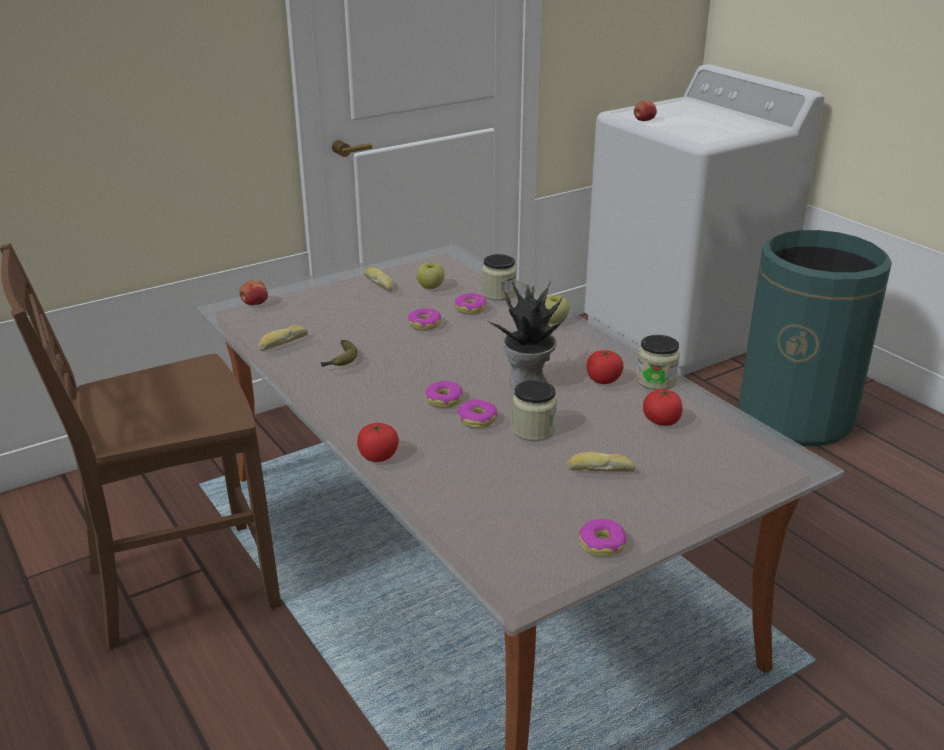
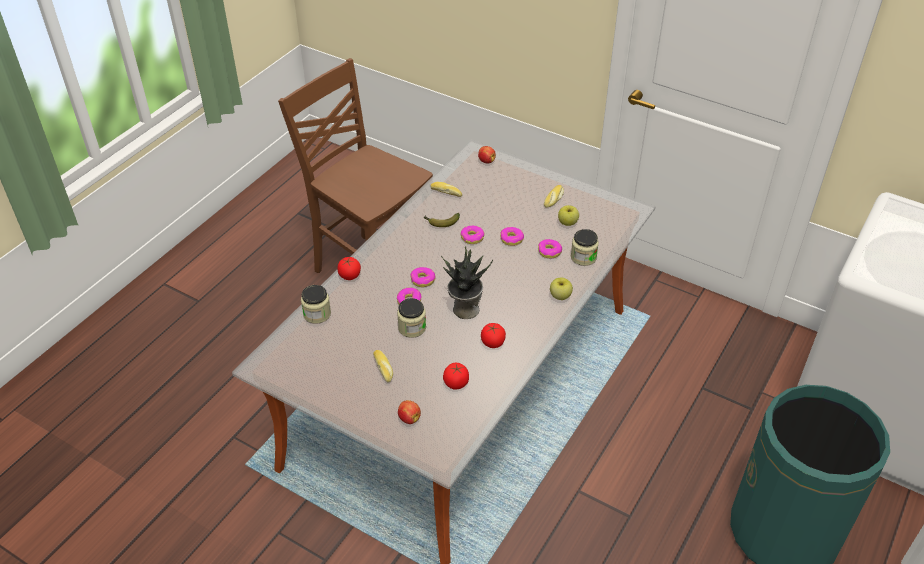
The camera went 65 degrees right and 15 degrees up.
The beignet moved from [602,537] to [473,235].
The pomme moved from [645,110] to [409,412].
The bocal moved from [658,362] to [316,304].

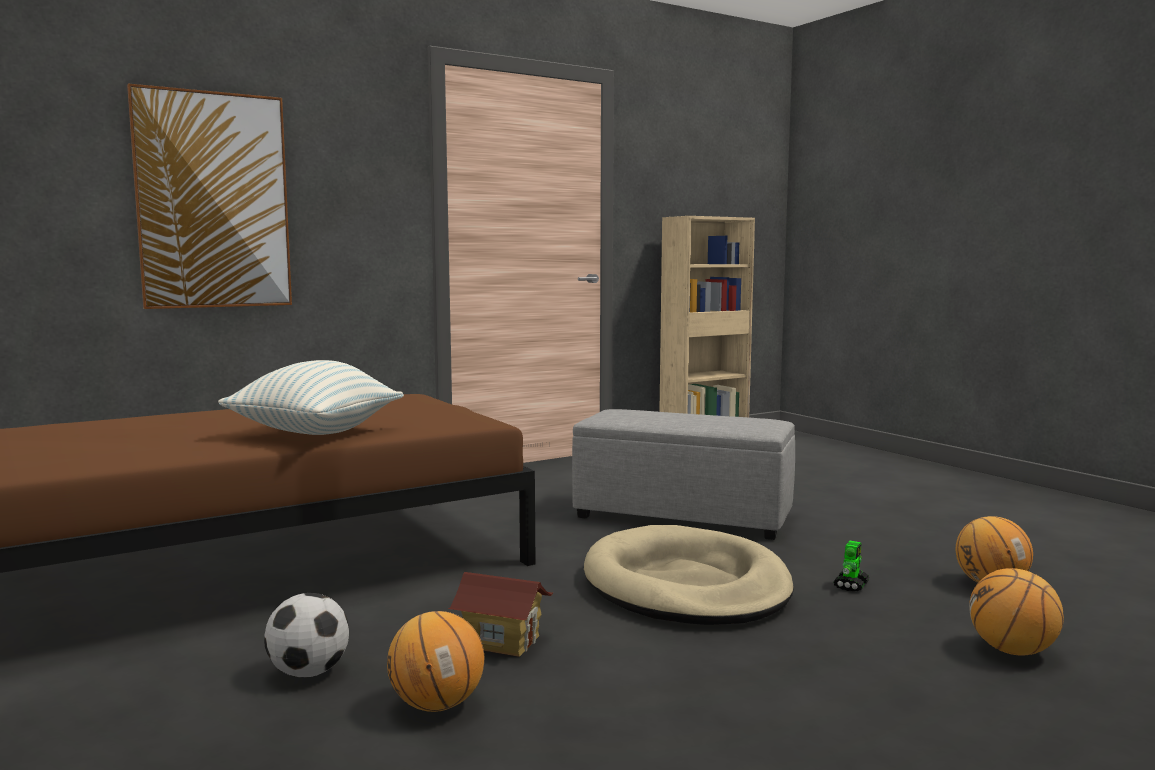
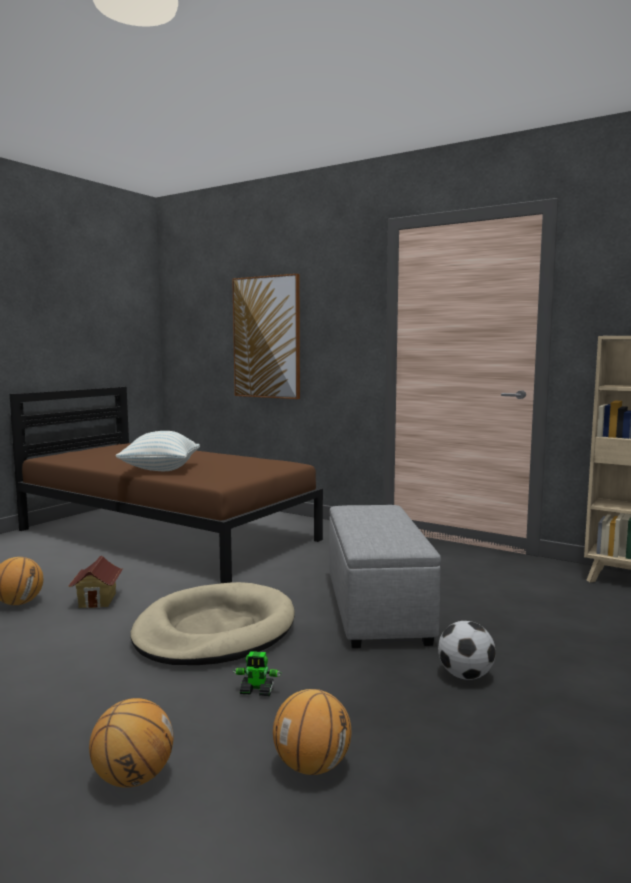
The camera went 65 degrees right and 0 degrees up.
The ballon de foot moved from [306,635] to [466,650].

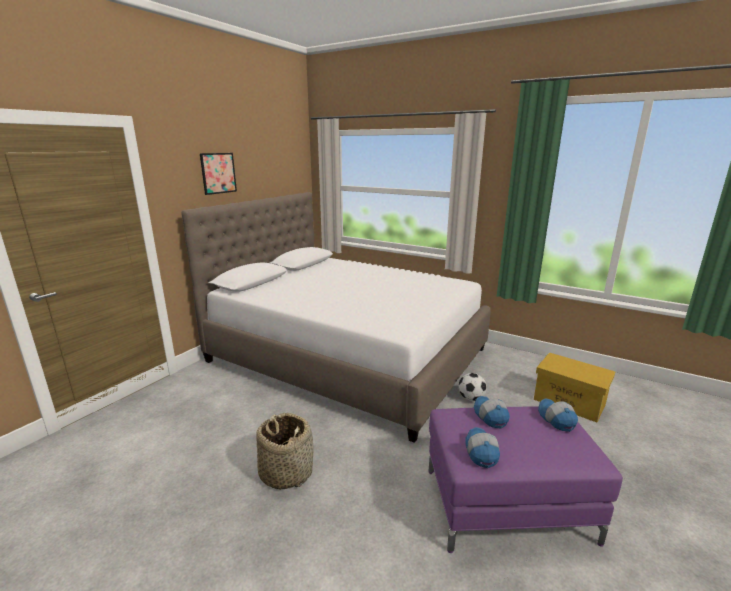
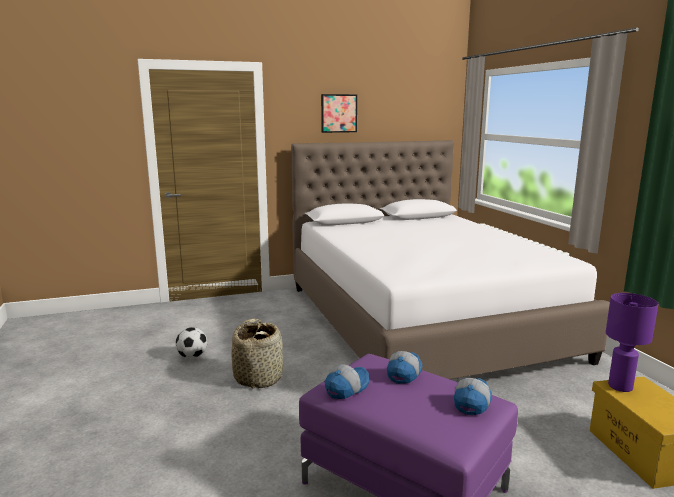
The camera went 40 degrees right and 5 degrees down.
The lampe de table [violet] at [632,342] appeared.
The ballon de foot moved from [473,387] to [191,342].

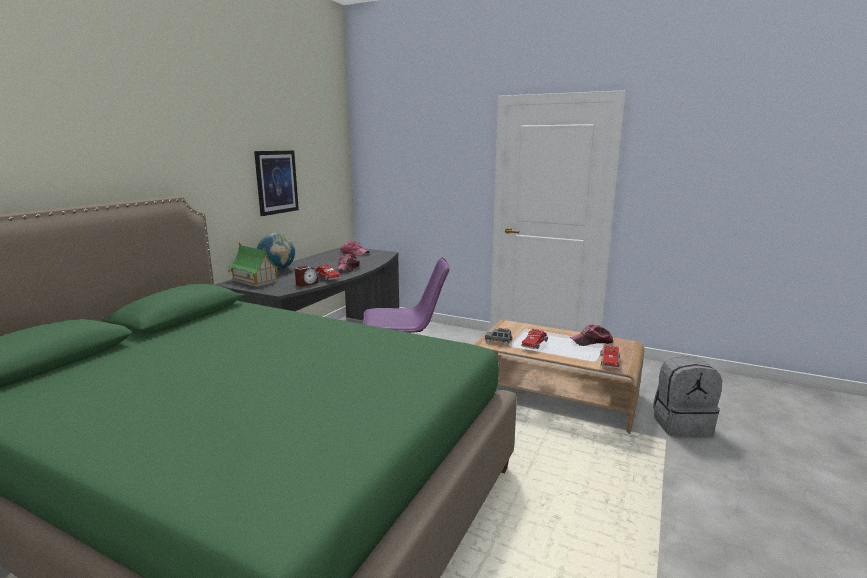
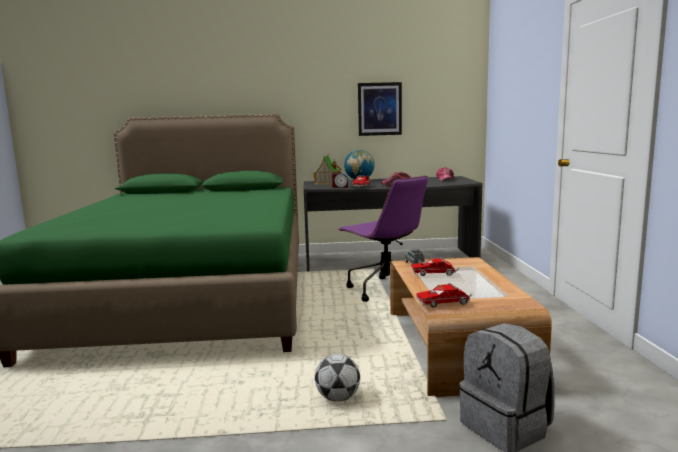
The camera went 60 degrees right and 5 degrees down.
The casquette at [591,335] disappeared.
The ballon de foot at [337,378] appeared.

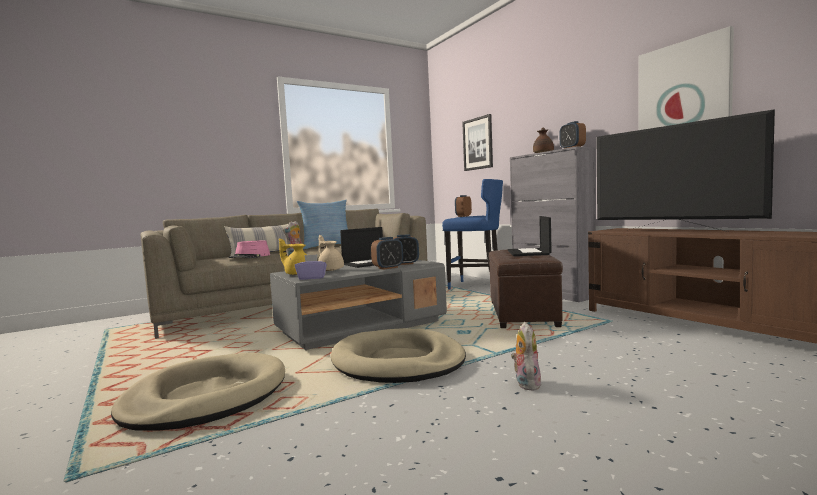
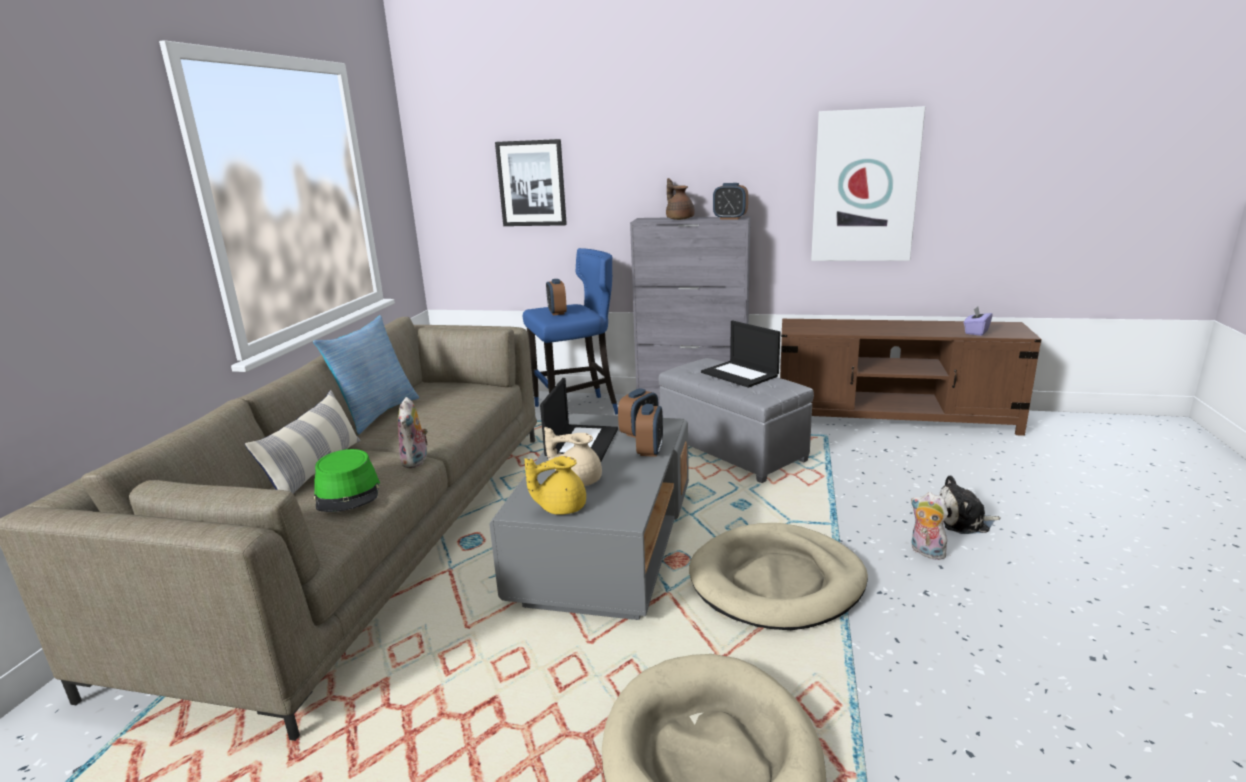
The camera went 45 degrees left and 15 degrees up.
The téléviseur at [686,170] disappeared.
The peluche at [970,504] appeared.
The boîte à mouchoirs [violet] moved from [311,267] to [978,321].
The chapeau [rose] at [249,249] became the chapeau [vert] at [347,480].
The pouf [marron] at [526,289] became the pouf [gris] at [736,420].

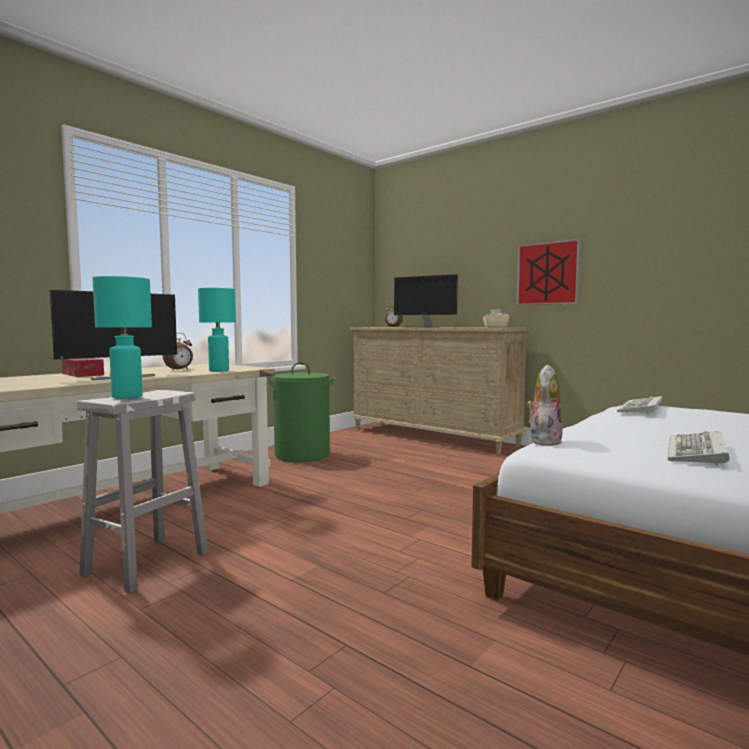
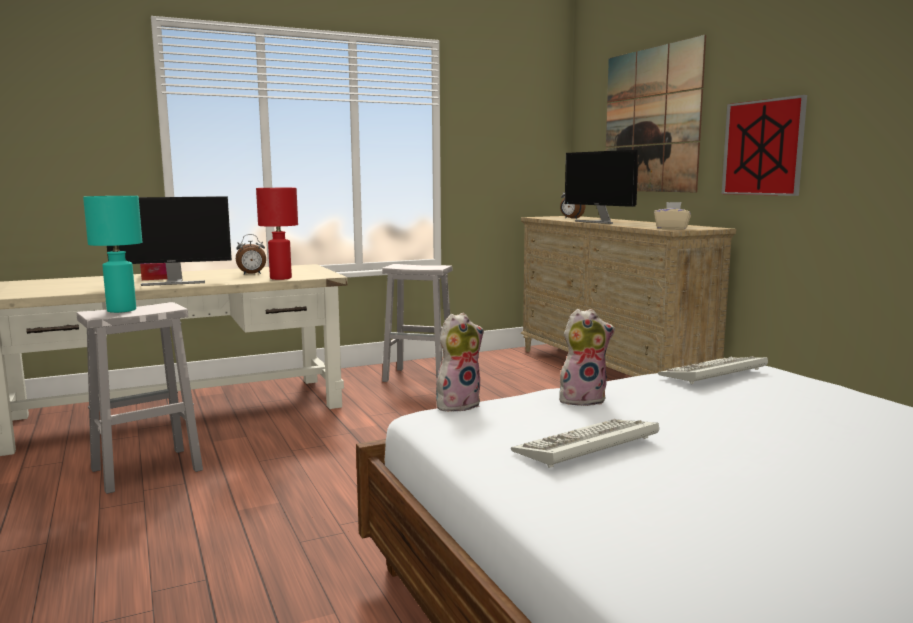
The camera went 25 degrees right and 5 degrees up.
The peluche at [587,358] appeared.
The tableau at [656,113] appeared.
The panier à linge [vert] at [301,412] was replaced by the tabouret [blanc] at [417,323].
The lampe de table [turquoise] at [217,330] became the lampe de table [rouge] at [277,234].

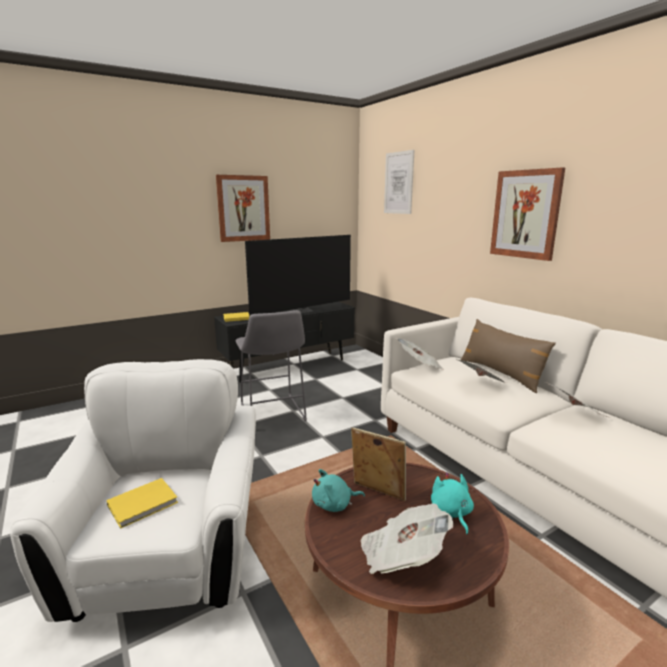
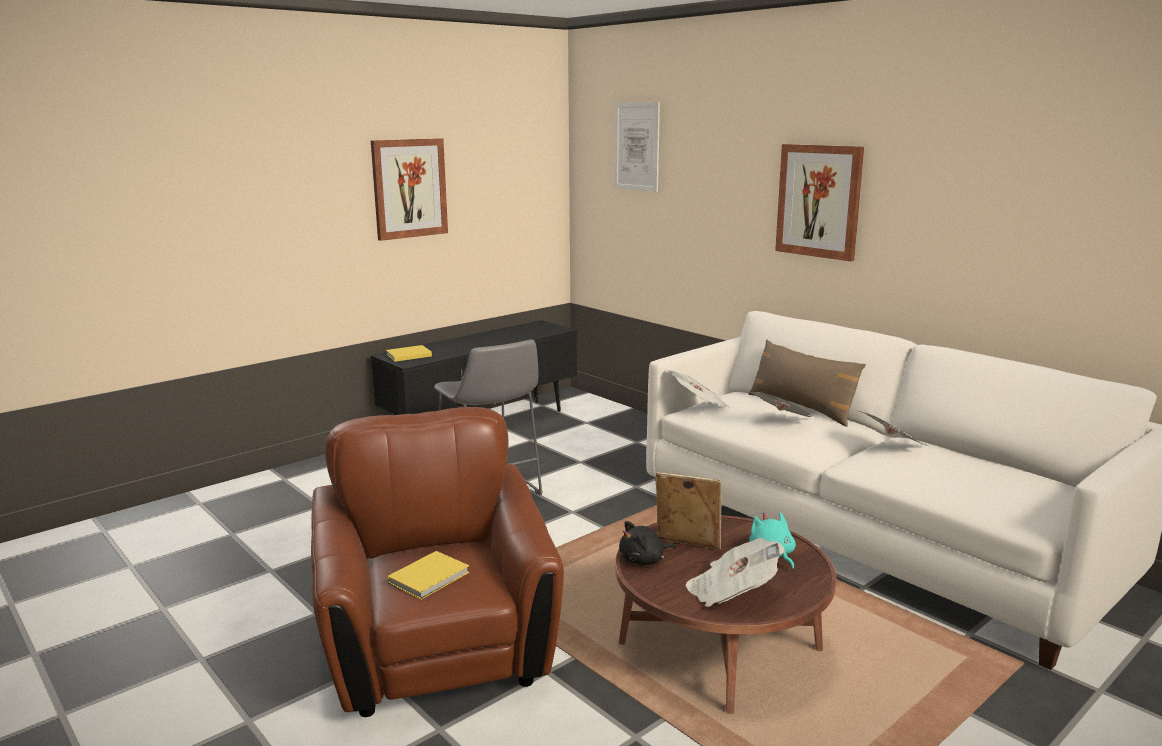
The camera went 10 degrees left and 0 degrees up.
The téléviseur at [298,276] disappeared.
The fauteuil [blanc] at [133,490] became the fauteuil [marron] at [437,562].
The peluche [turquoise] at [338,490] became the peluche [noir] at [647,543].

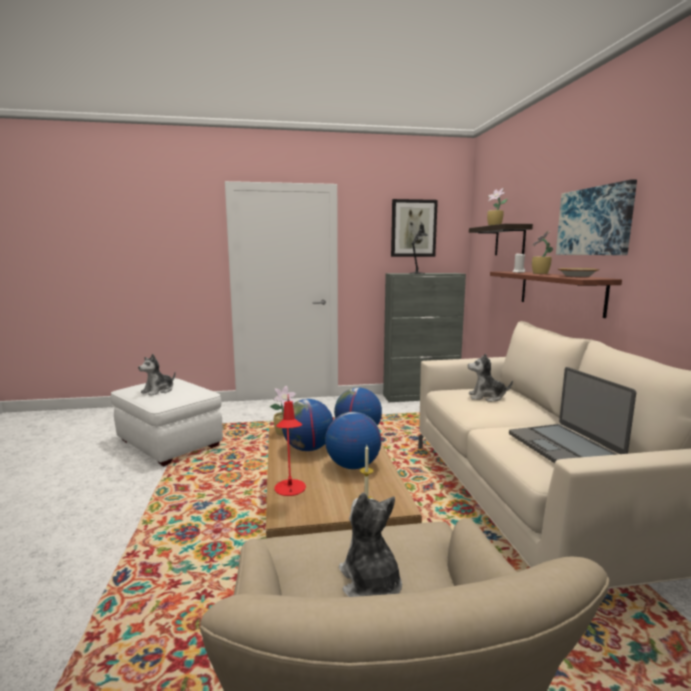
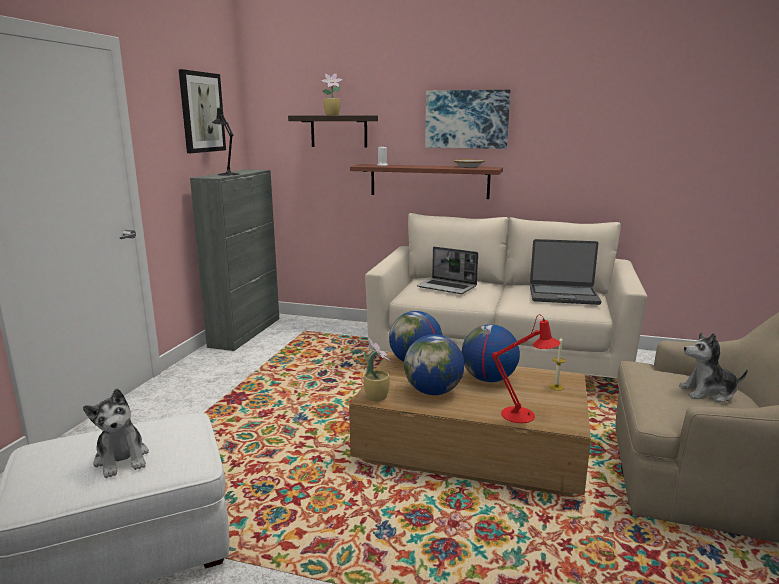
The camera went 65 degrees left and 5 degrees up.
The plante en pot at [542,252] disappeared.
The peluche at [490,377] was replaced by the ordinateur portable at [447,270].

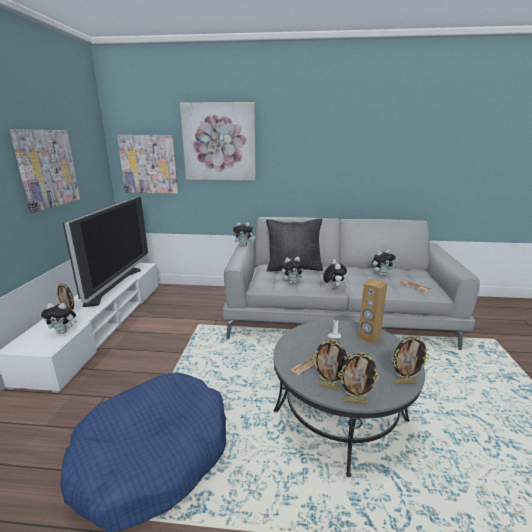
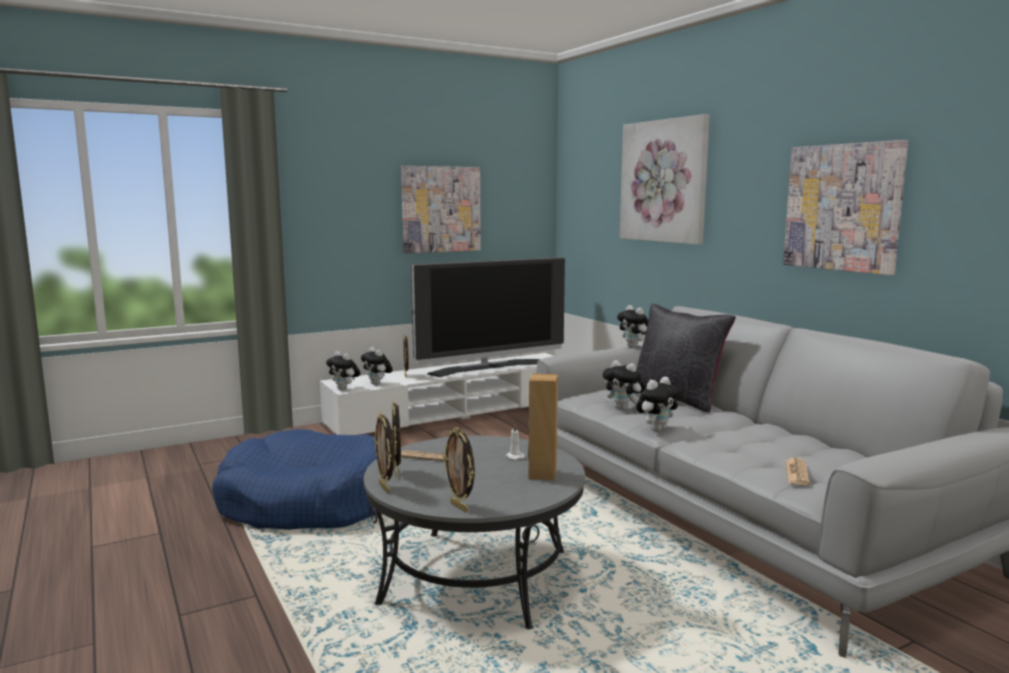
The camera went 55 degrees right and 10 degrees down.
The tableau moved from [147,164] to [845,207].
The peluche moved from [383,263] to [343,370].

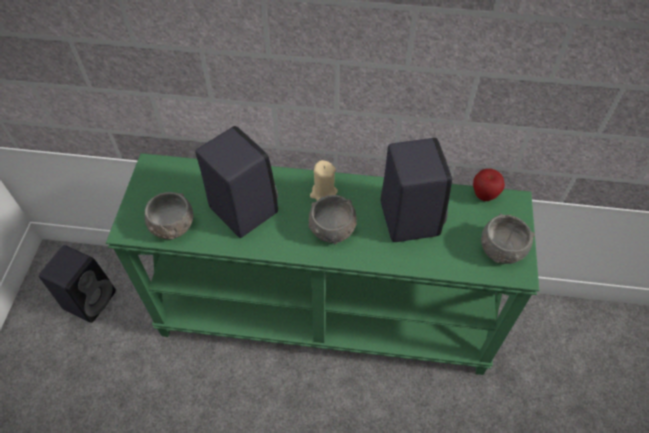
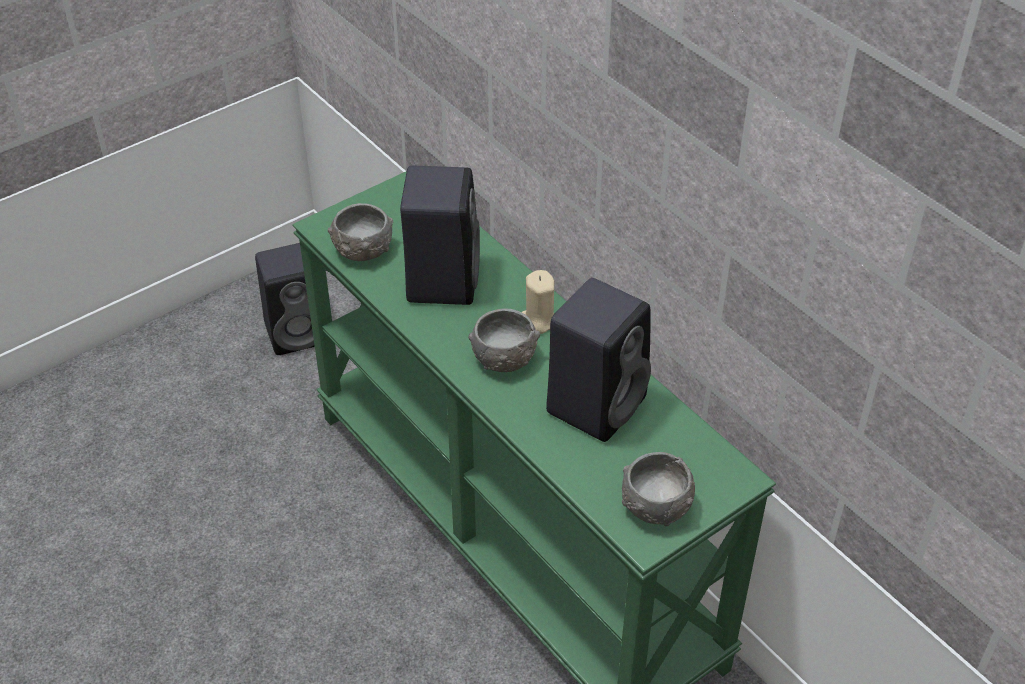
The camera went 45 degrees right and 10 degrees down.
The pomme at [489,184] disappeared.

